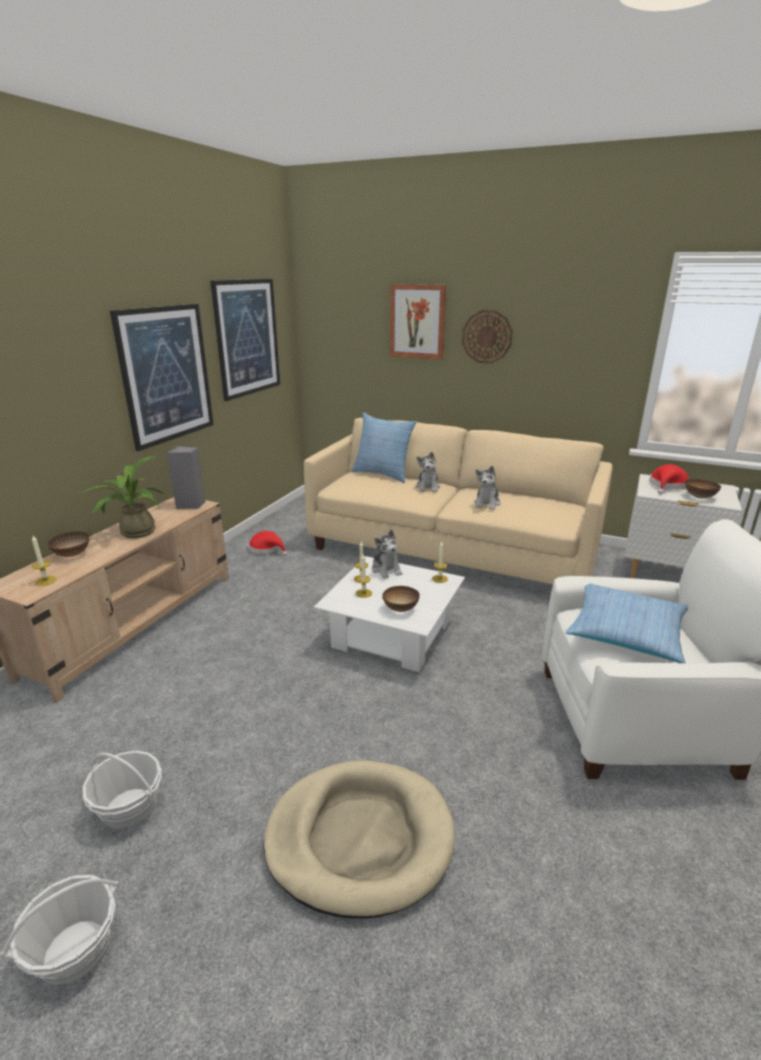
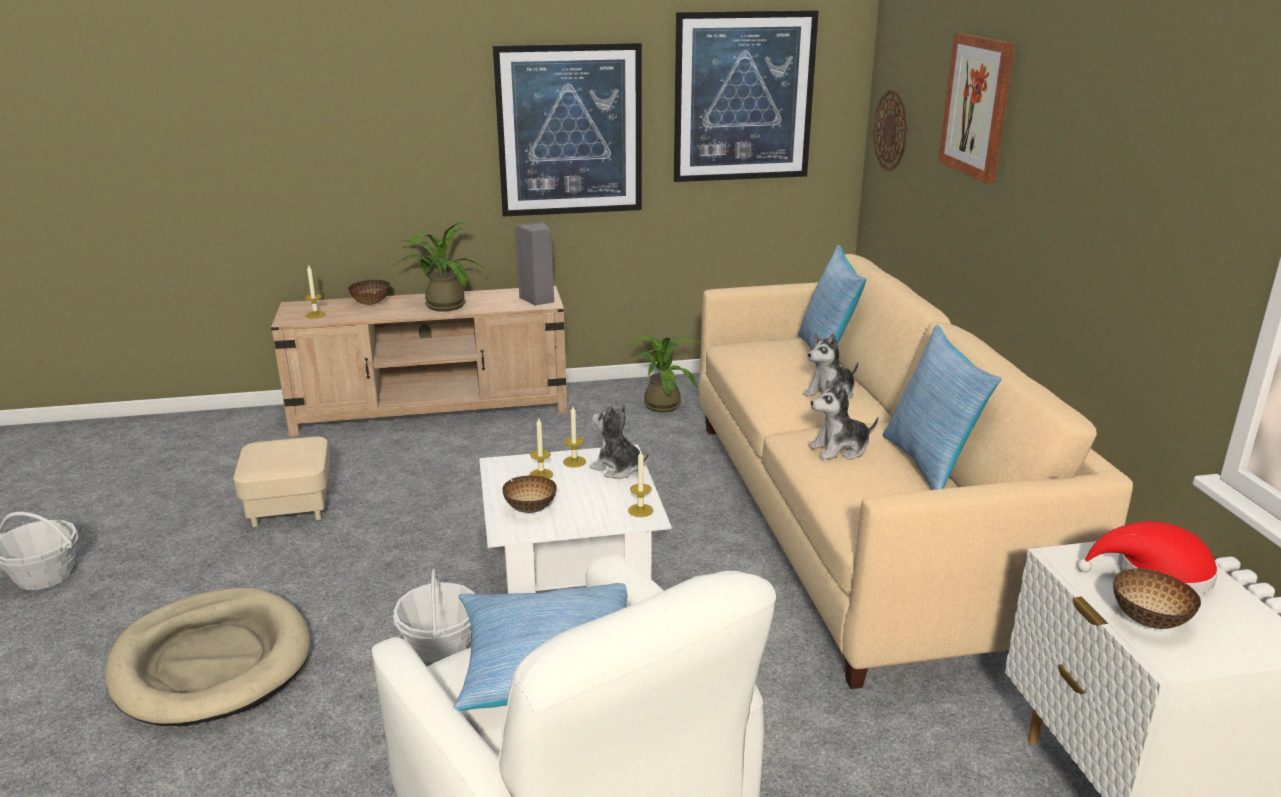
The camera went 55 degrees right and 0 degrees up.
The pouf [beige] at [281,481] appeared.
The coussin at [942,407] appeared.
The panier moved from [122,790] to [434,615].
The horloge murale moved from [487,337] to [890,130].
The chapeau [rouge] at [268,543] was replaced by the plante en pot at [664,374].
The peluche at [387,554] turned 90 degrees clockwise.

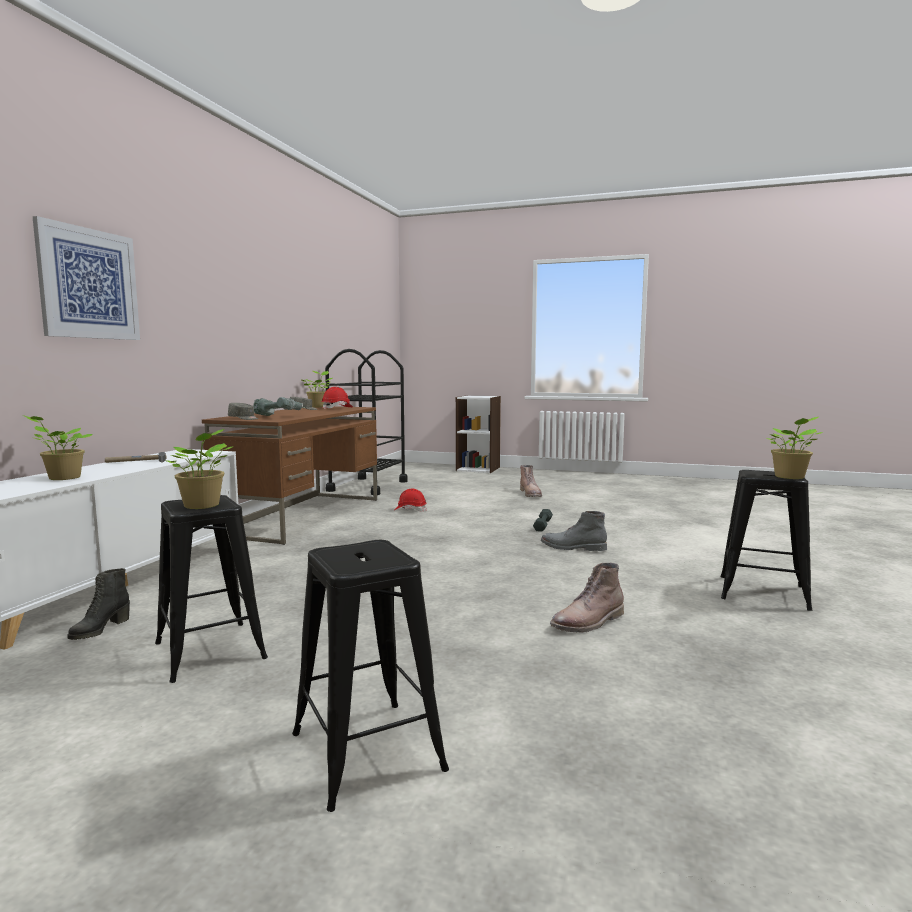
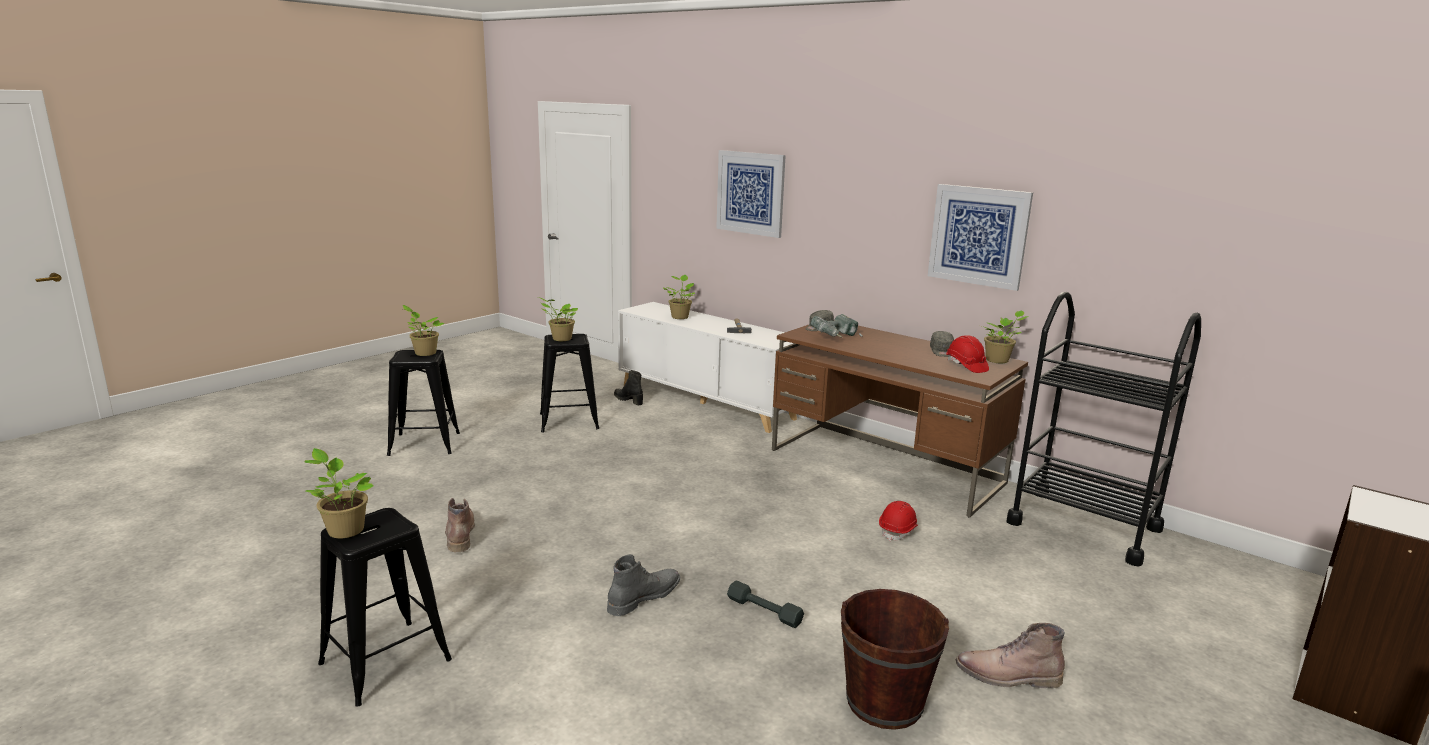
The camera went 110 degrees right and 10 degrees up.
The plante en pot at [423,330] appeared.
The seau [marron] at [895,659] appeared.
The tableau at [980,237] appeared.

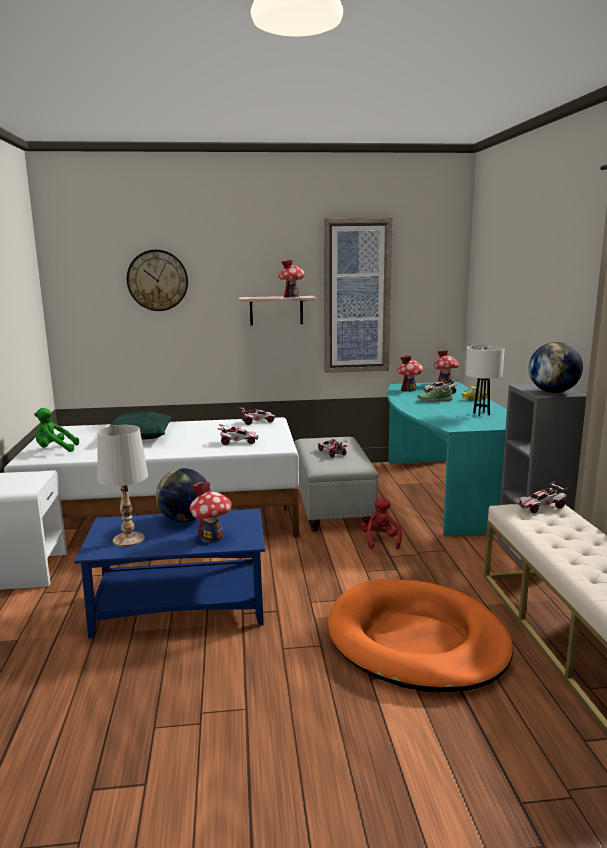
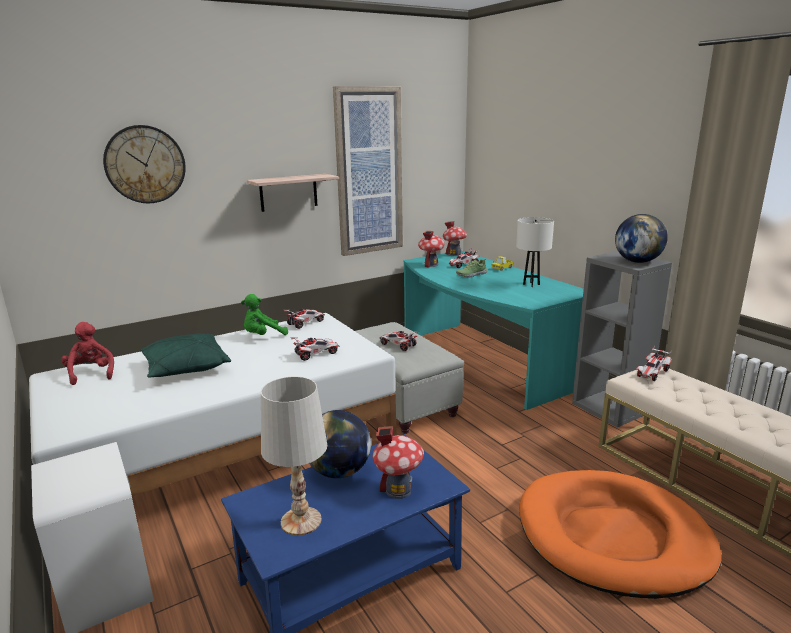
The camera went 25 degrees left and 5 degrees up.
The maison miniature at [291,279] disappeared.
The peluche [vert] moved from [56,430] to [264,314].
The peluche [rouge] moved from [381,523] to [87,353].

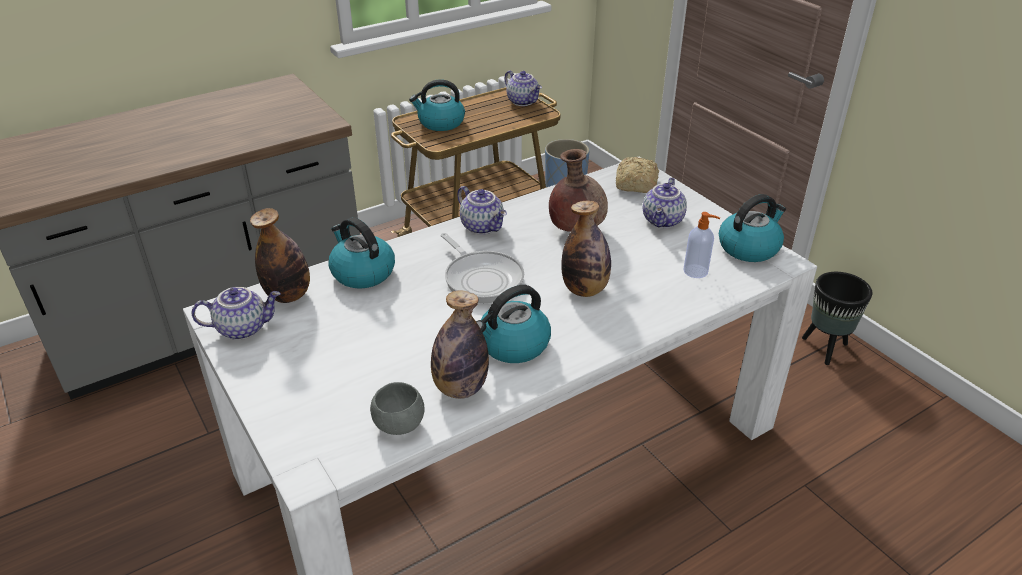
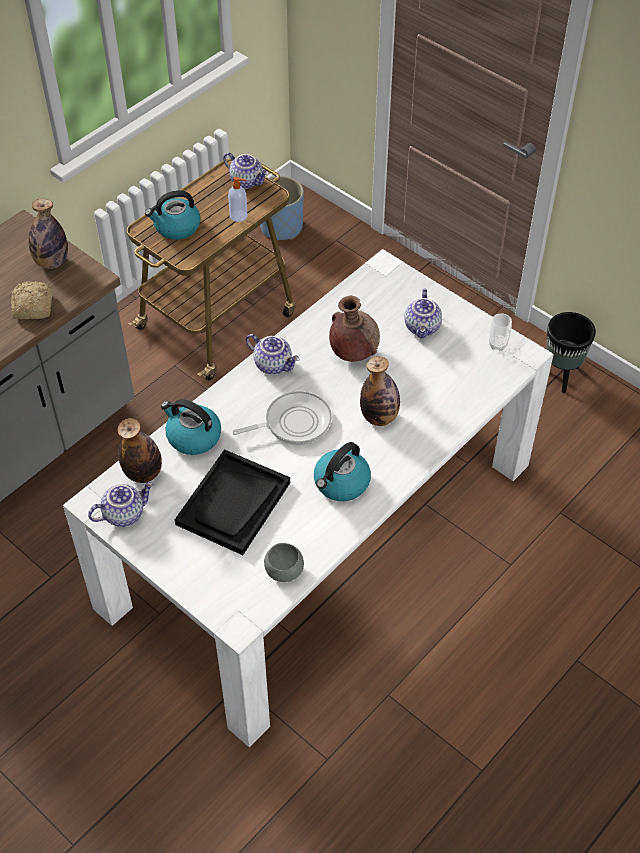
The camera went 15 degrees left and 15 degrees up.
The plateau [noir] at [232,502] appeared.
The bouteille moved from [460,344] to [48,234].
The pain moved from [637,175] to [32,300].
The distributeur de savon moved from [701,245] to [237,199].
The bouilloire at [752,228] was replaced by the tasse at [500,332].
The poêle at [482,268] turned 60 degrees counterclockwise.

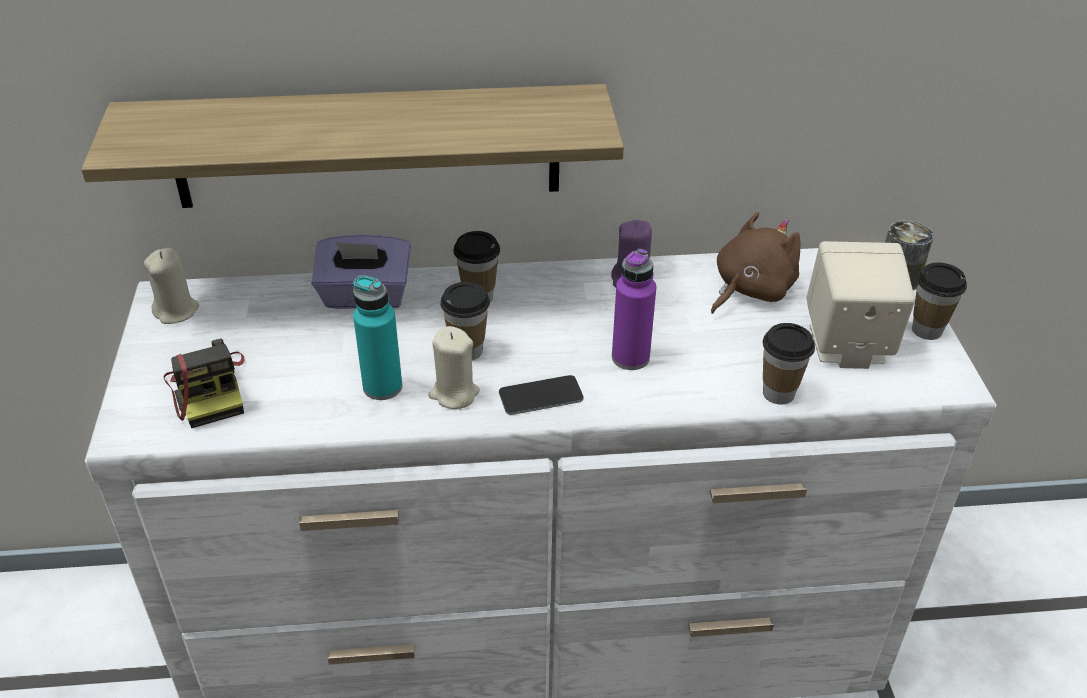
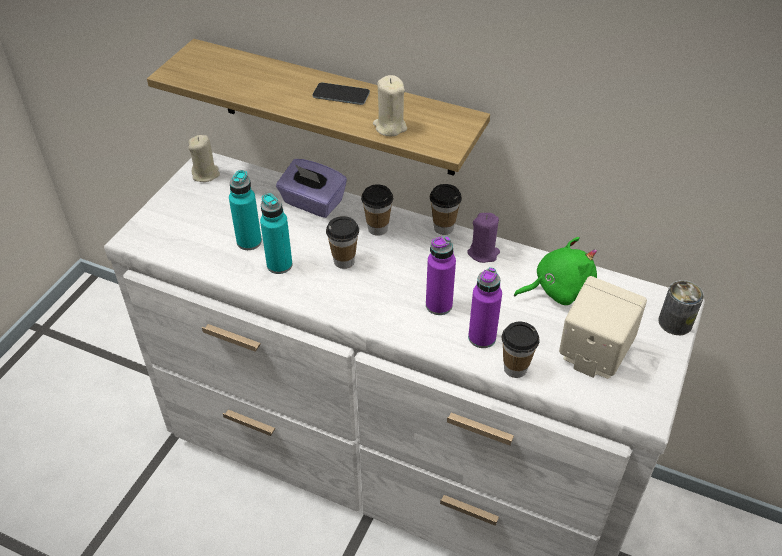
The camera went 30 degrees right and 5 degrees up.
The appareil photo at [204,383] disappeared.
The bouteille [turquoise] at [245,210] appeared.
The bouteille [violet] at [485,307] appeared.
The bougie [beige] moved from [454,367] to [390,105].
The téléphone moved from [541,395] to [341,94].
The tasse moved from [939,301] to [446,209].
The peluche [marron] at [755,263] became the peluche [vert] at [555,271].

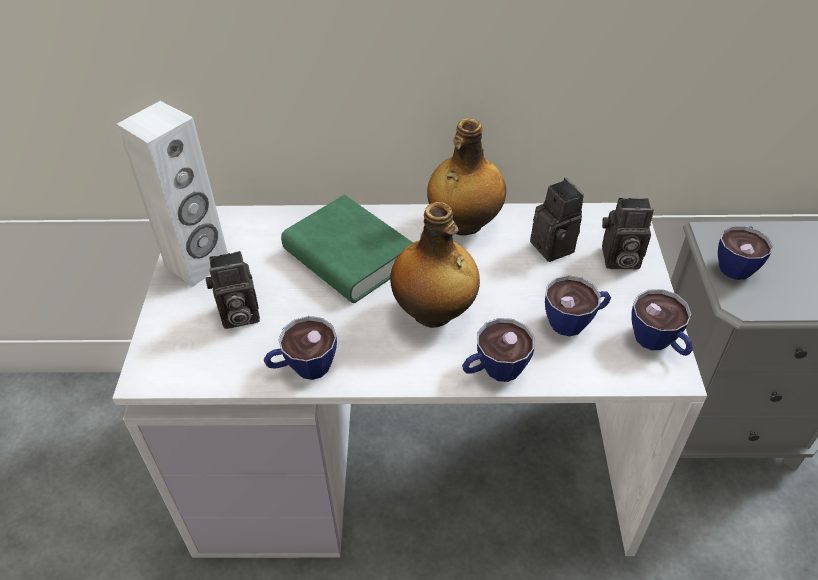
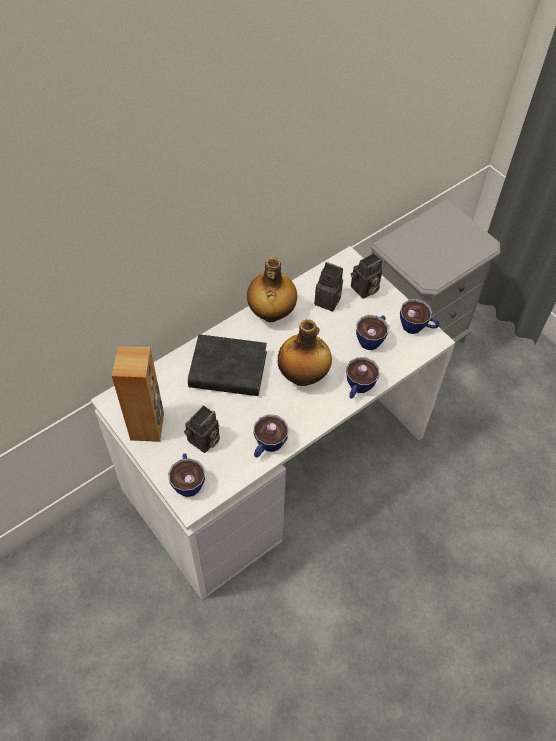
The camera went 40 degrees left and 10 degrees up.
The tasse moved from [745,253] to [186,475].
The enceinte [blanc] at [172,194] became the enceinte [marron] at [138,394].
The livre [vert] at [347,249] became the livre [noir] at [227,365].

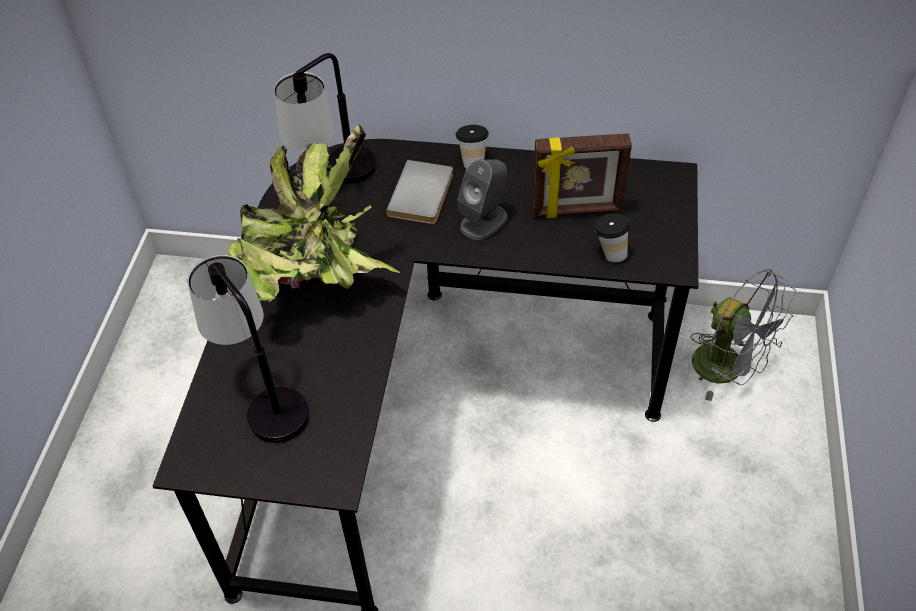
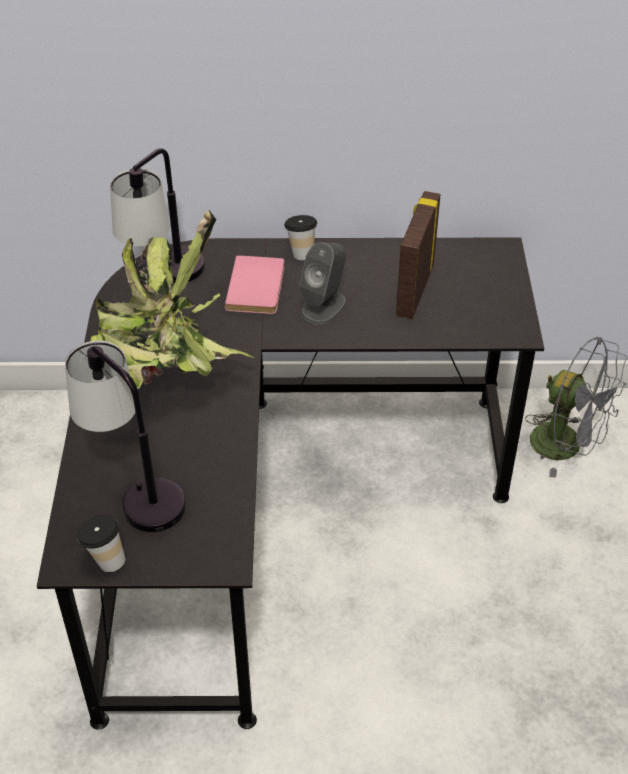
The camera went 10 degrees left and 5 degrees down.
The tasse moved from [612,237] to [101,543].
The livre [gris] at [419,192] became the livre [rose] at [254,284].
The cadre photo at [582,175] turned 120 degrees clockwise.

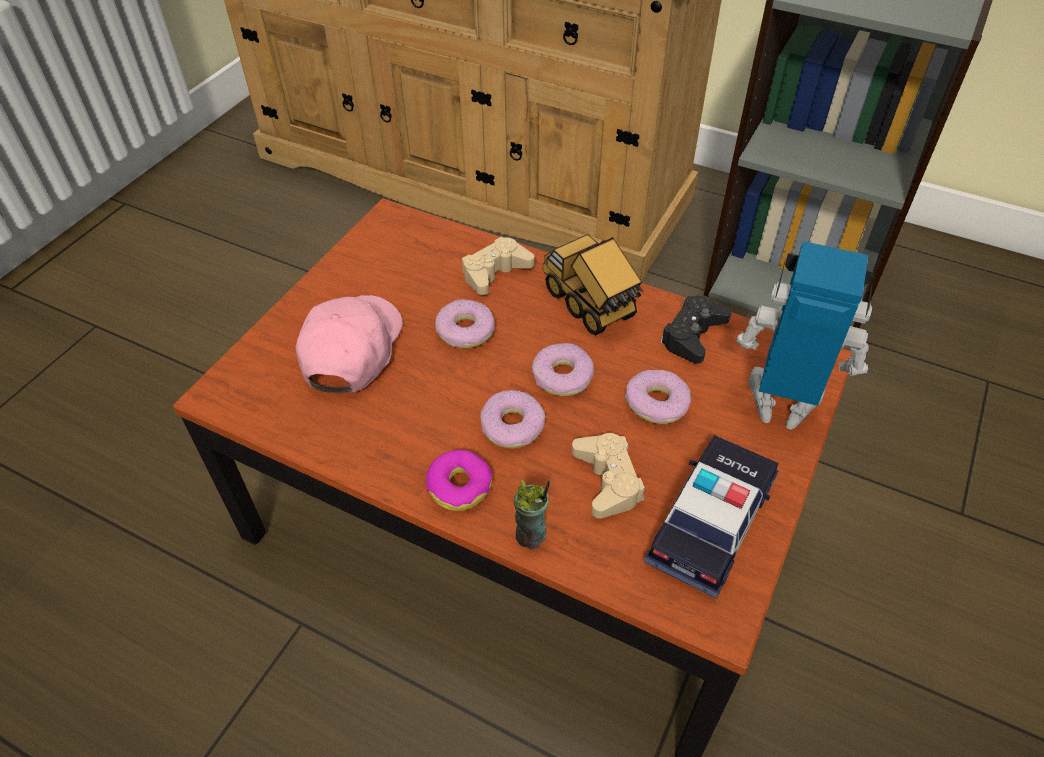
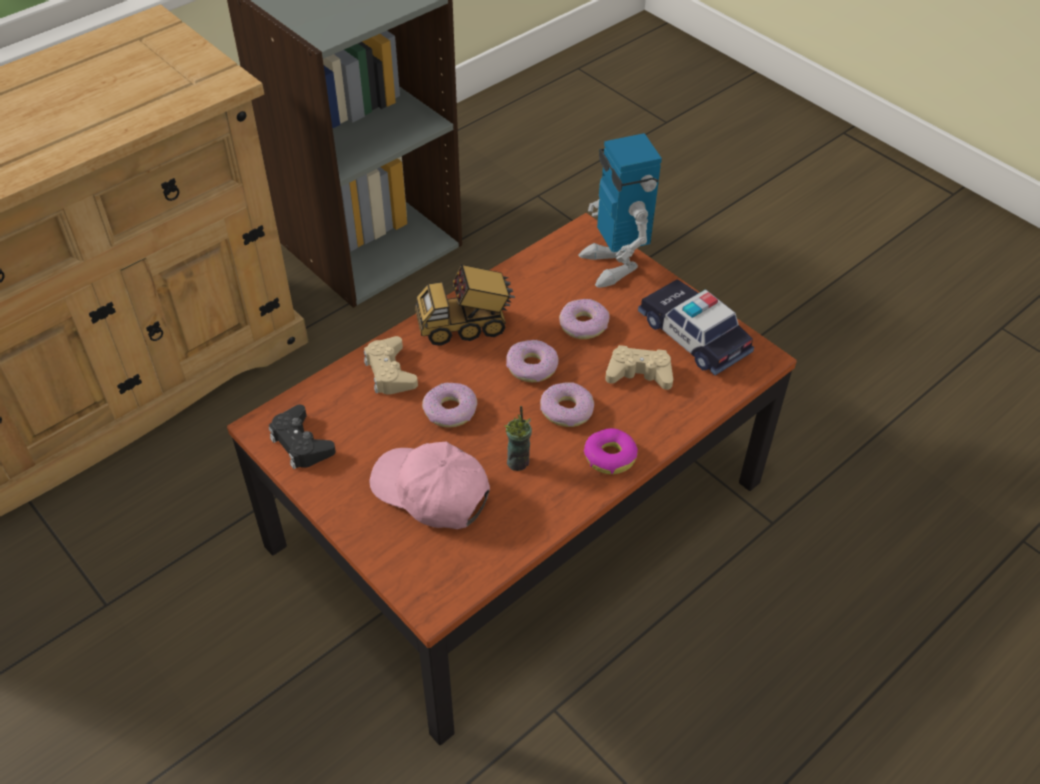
The camera went 70 degrees left and 0 degrees up.
The tasse moved from [532,514] to [518,438].
The manette [noir] moved from [695,330] to [302,436].
The robot jouet at [805,335] turned 60 degrees counterclockwise.

